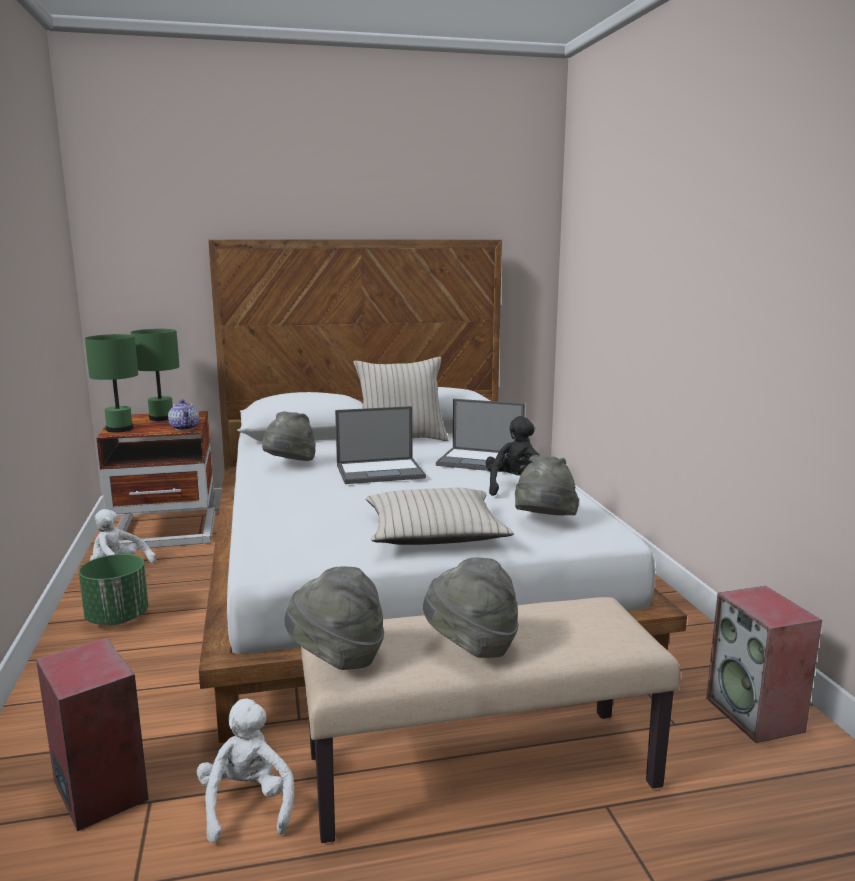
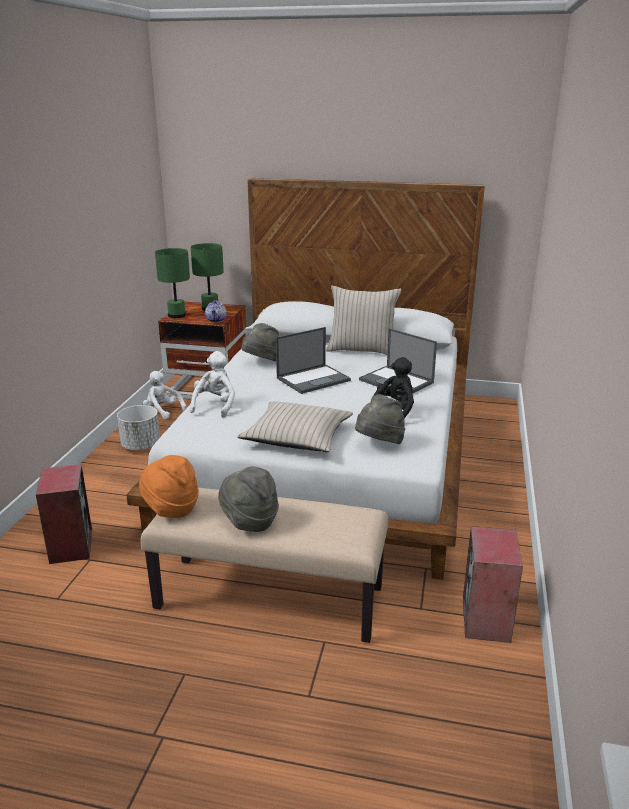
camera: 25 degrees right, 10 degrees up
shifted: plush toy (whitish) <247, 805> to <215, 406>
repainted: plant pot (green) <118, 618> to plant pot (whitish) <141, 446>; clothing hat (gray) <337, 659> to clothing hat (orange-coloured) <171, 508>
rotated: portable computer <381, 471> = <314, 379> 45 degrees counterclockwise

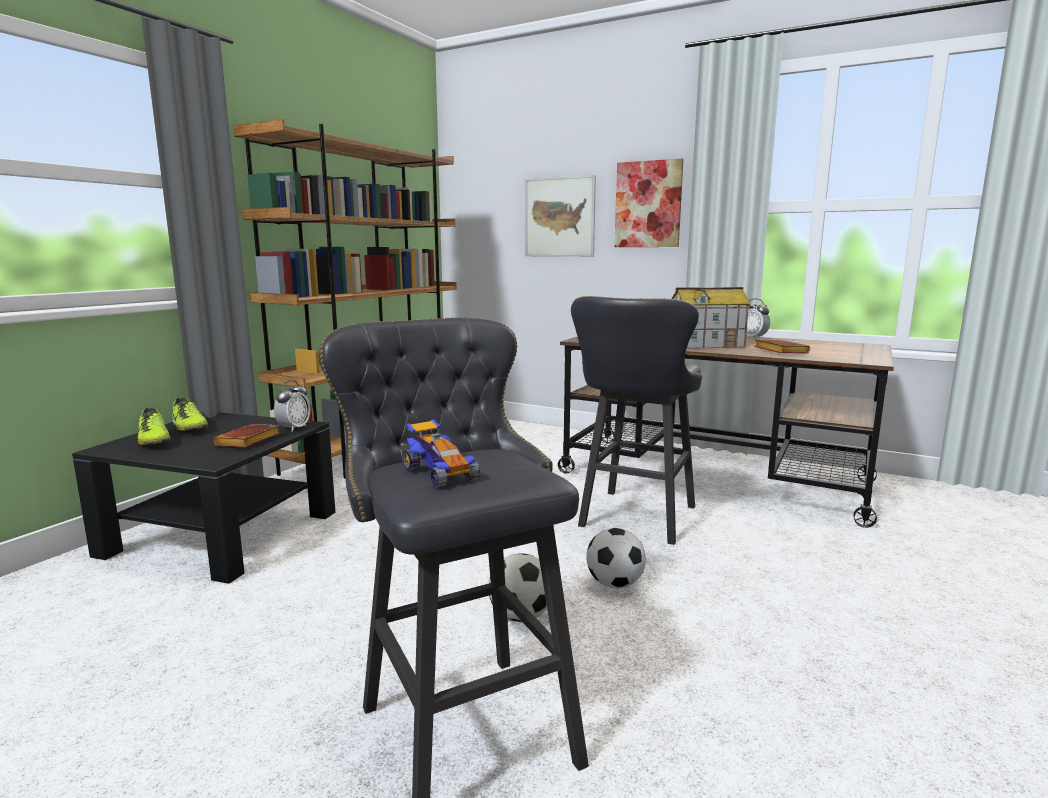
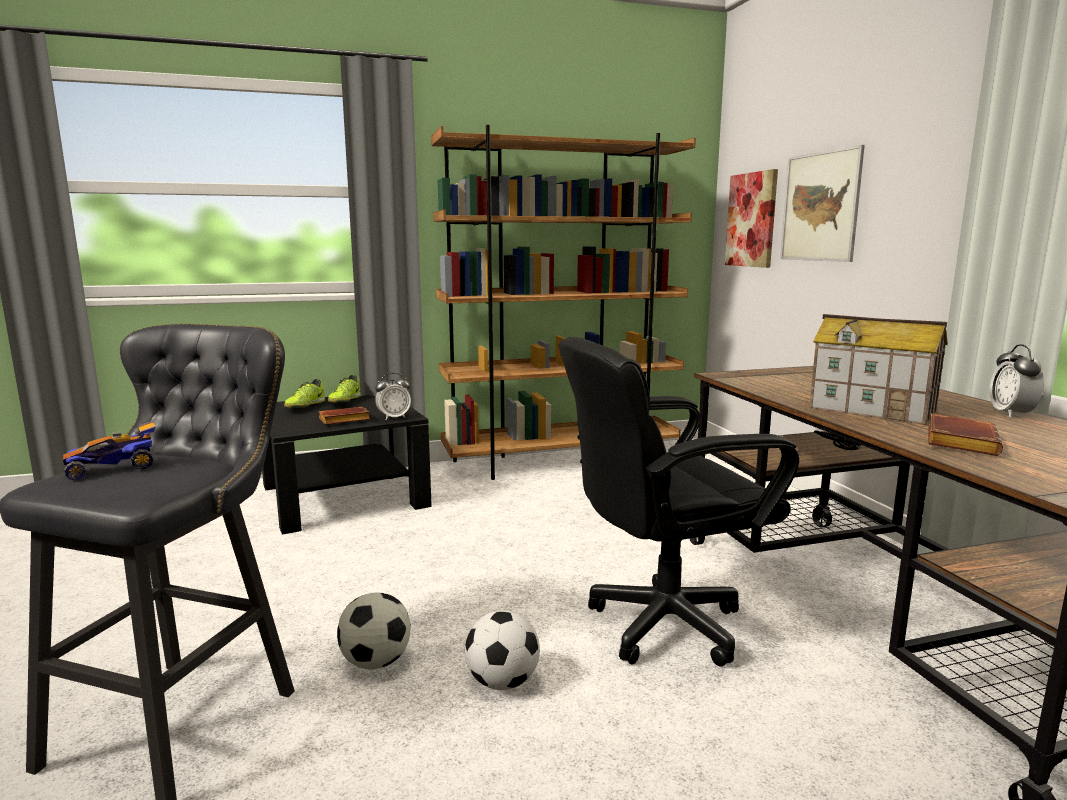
camera: 45 degrees right, 0 degrees up
shifted: wall picture <648, 204> to <751, 220>
swapped: sitting stool (black-coloured) <634, 522> to desk chair (black-coloured) <658, 629>
rotated: toy car <439, 473> = <114, 468> 45 degrees clockwise

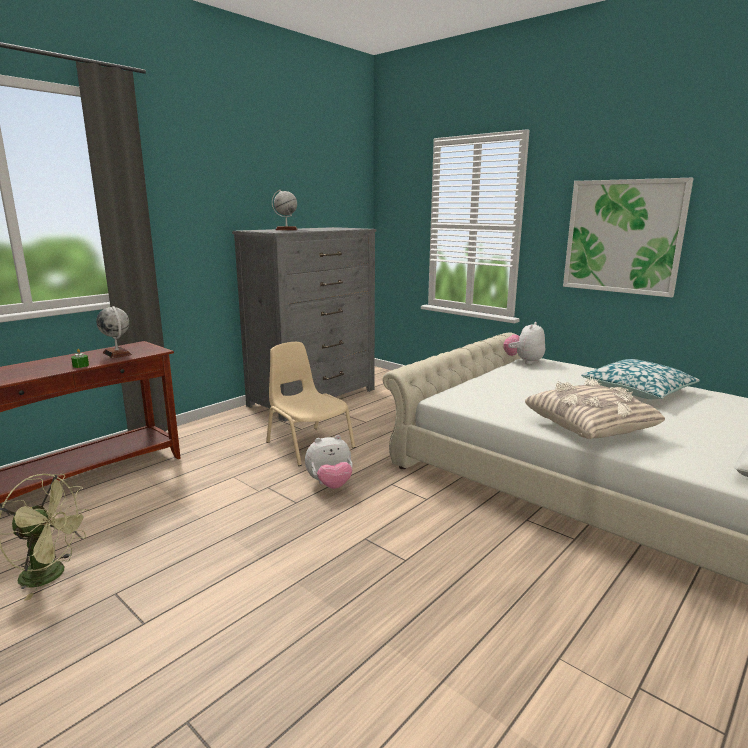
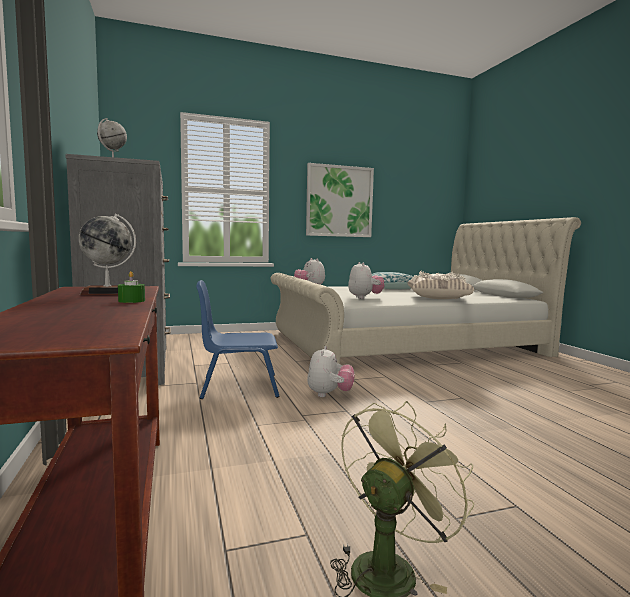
camera: 60 degrees left, 10 degrees down
new: plush toy <364, 297>
repainted: chair (sand-coloured) <308, 445> to chair (blue-coloured) <238, 386>

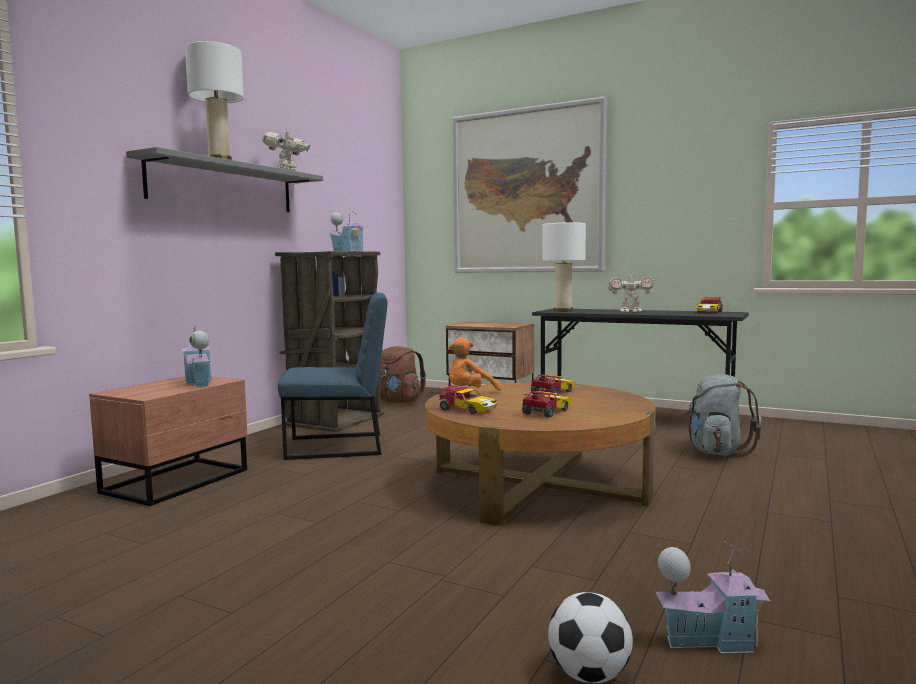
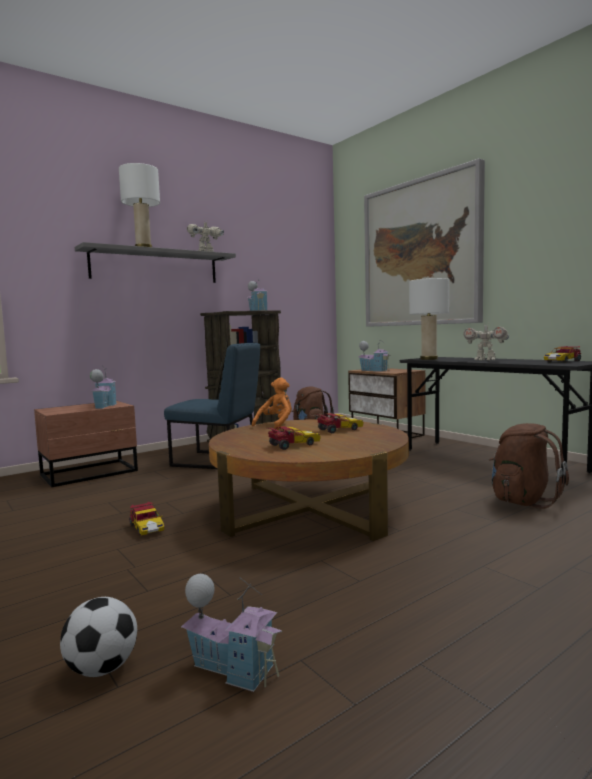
camera: 25 degrees right, 0 degrees up
new: model house <374, 370>
shifted: toy car <466, 410> to <147, 527>
repainted: knapsack (gray) <716, 451> to knapsack (brown) <522, 501>
rotated: plush toy (orange-coloured) <470, 393> = <276, 425> 135 degrees clockwise

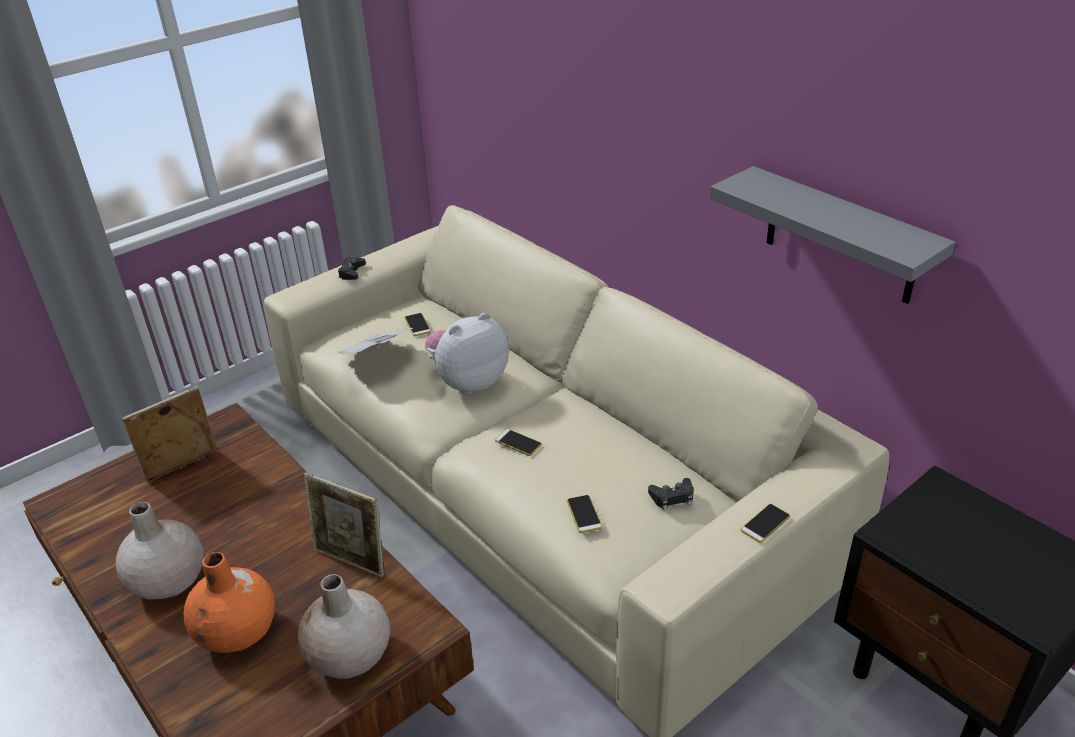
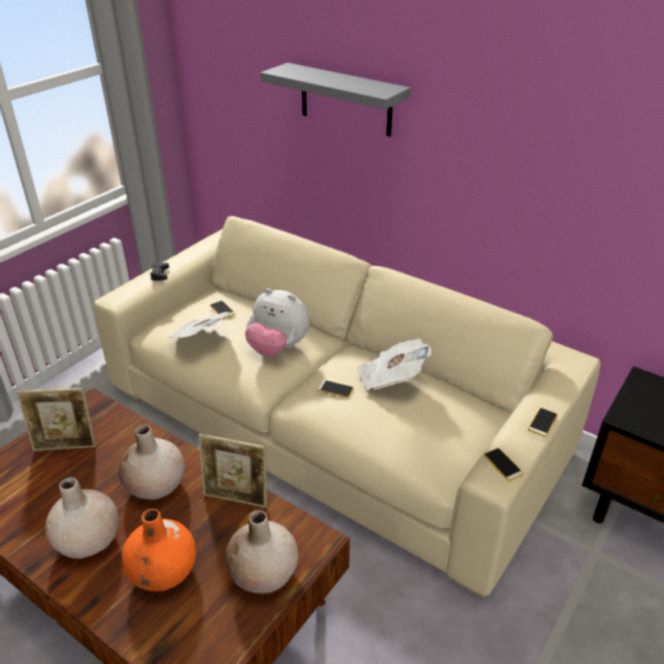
camera: 15 degrees left, 0 degrees up
gone: game controller (black-coloured) <672, 497>
new: decorative vase (sand-coloured) <155, 485>; newspaper <390, 379>
shifted: telephone <584, 514> to <503, 465>; bracket shelf (gray) <840, 236> to <345, 100>
rotated: picture frame <183, 468> = <66, 446> 135 degrees counterclockwise; plush toy <468, 381> = <278, 348> 105 degrees counterclockwise

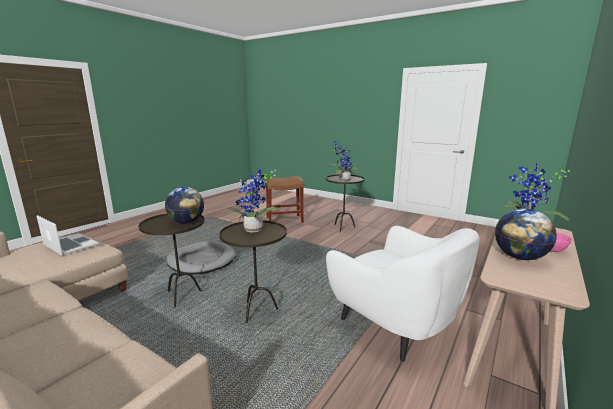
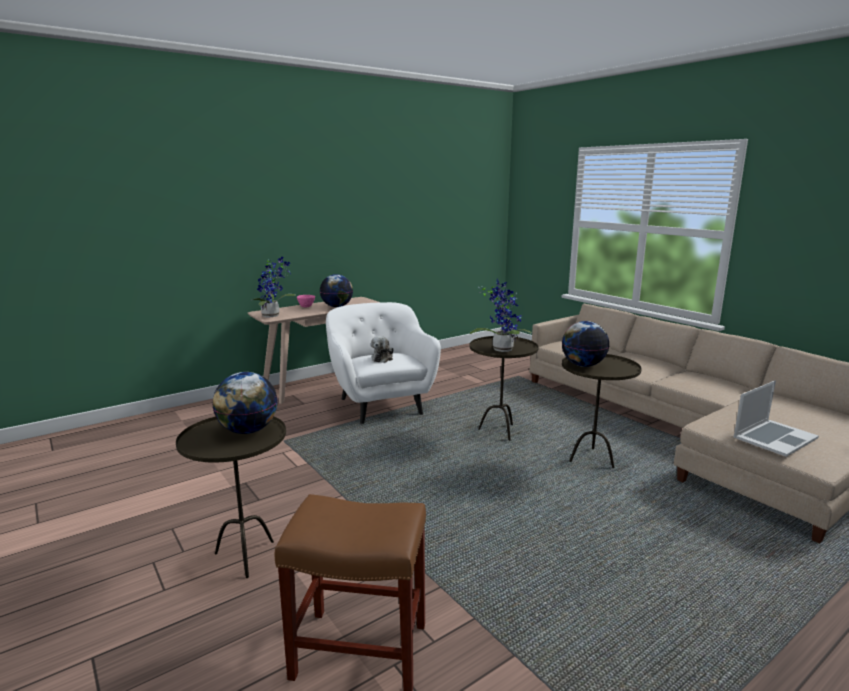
camera: 160 degrees left, 0 degrees up
gone: dog bed (gray) <201, 260>
new: plush toy <383, 358>
swapped: potted plant <343, 180> to globe <247, 431>
rotated: portable computer <70, 244> = <774, 437> 90 degrees counterclockwise

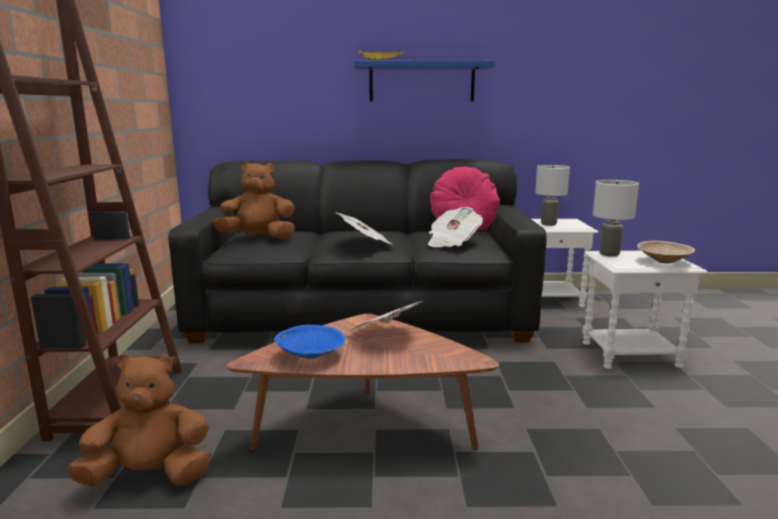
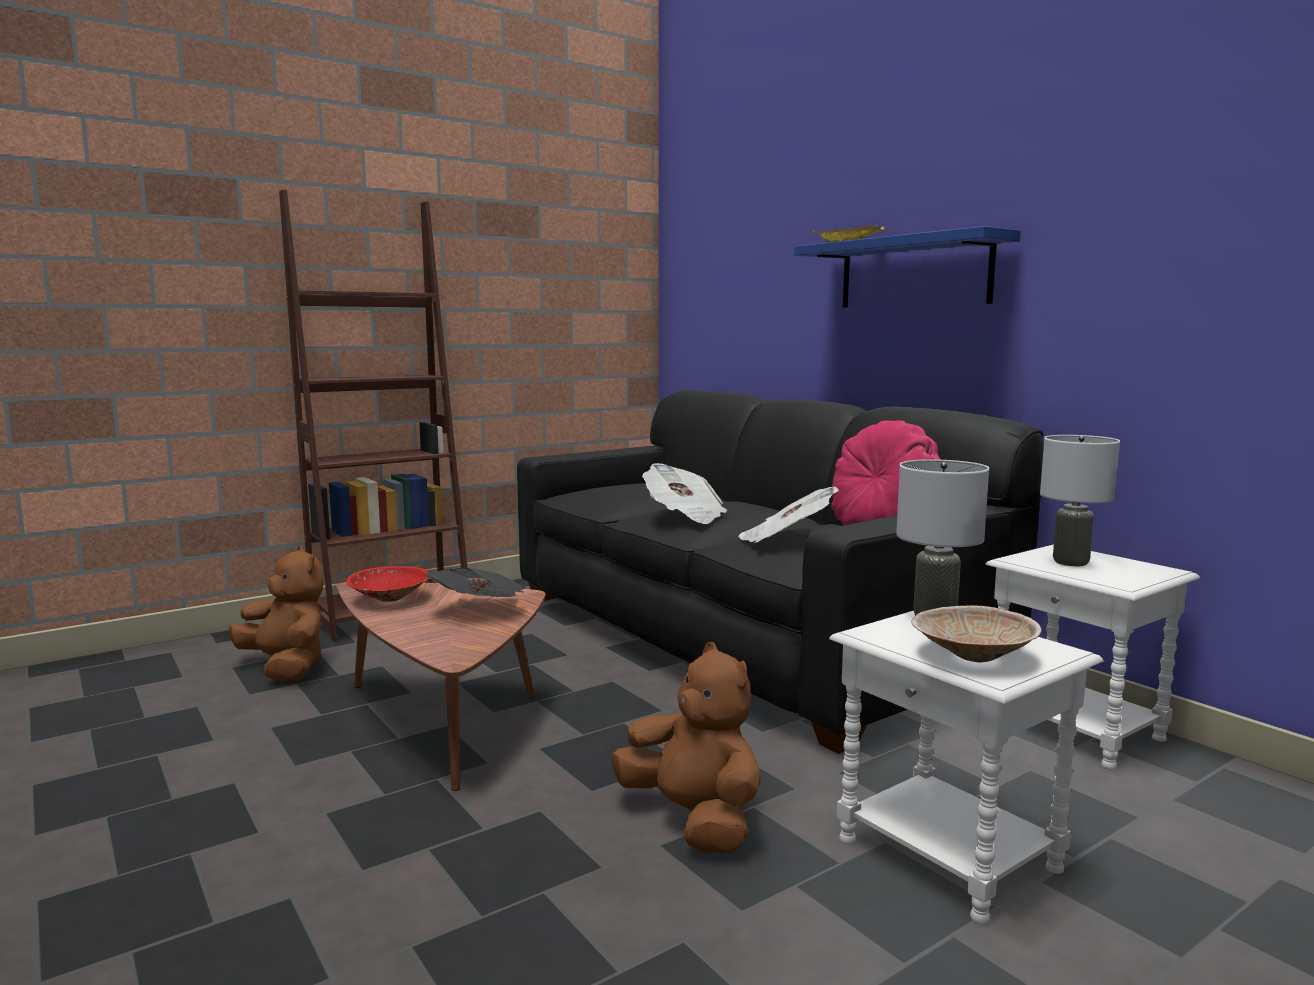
camera: 55 degrees right, 5 degrees down
shifted: plush toy (brown) <258, 238> to <693, 820>
repainted: serving bowl (blue-coloured) <311, 356> to serving bowl (reddish) <389, 600>

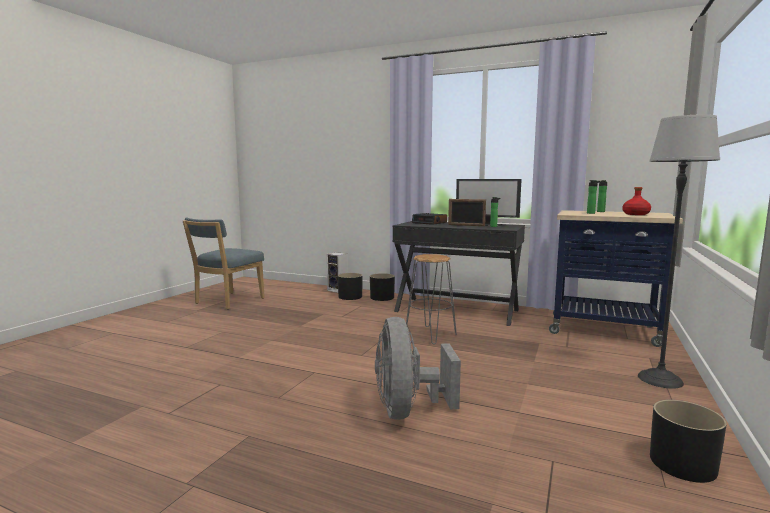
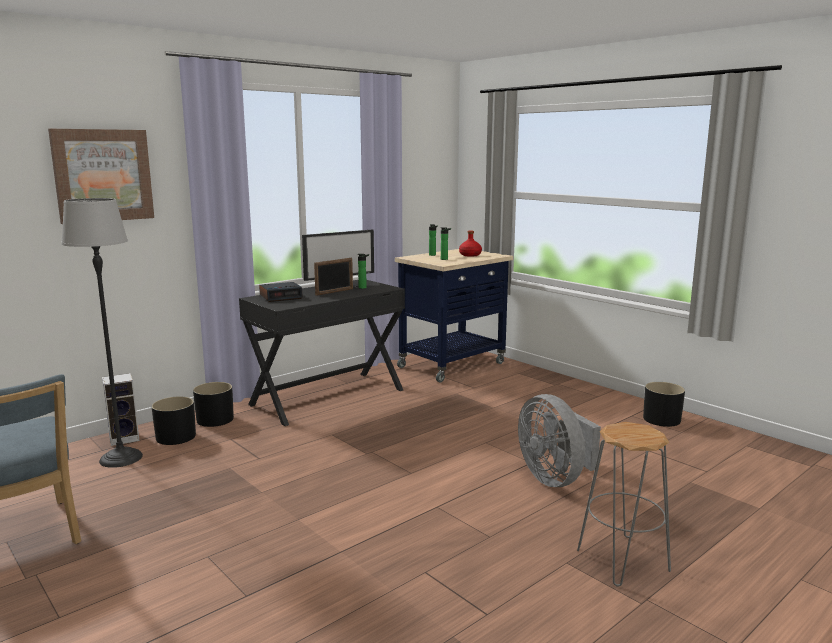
camera: 65 degrees left, 5 degrees up
new: wall picture <103, 175>
shifted: sitting stool (gray) <430, 335> to <622, 560>; standard lamp <660, 379> to <121, 458>
rotated: fan (gray) <408, 410> = <555, 478> 45 degrees clockwise

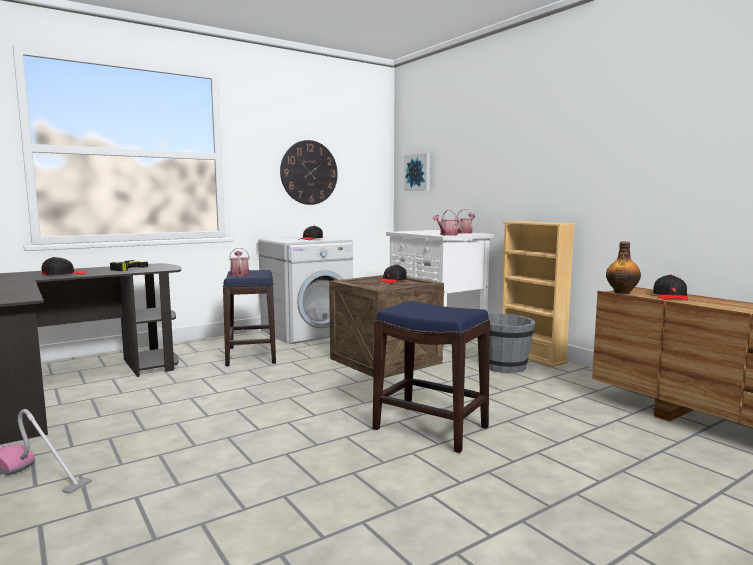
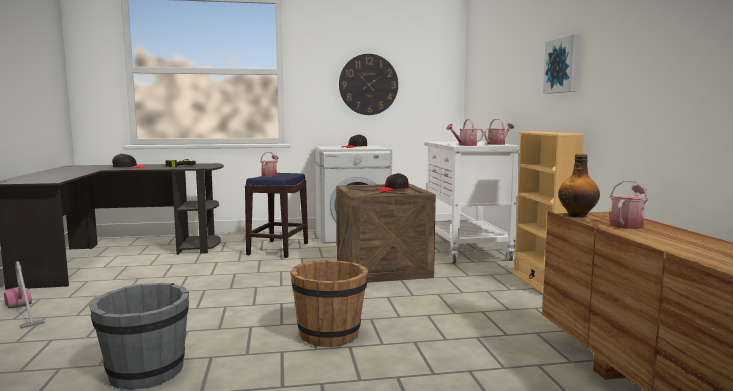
camera: 25 degrees right, 0 degrees up
shifted: wall picture <418, 172> to <563, 65>; water bucket (gray) <504, 367> to <146, 373>
swapped: sitting stool <431, 428> to water bucket (brown) <330, 334>; cap (black-coloured) <671, 296> to watering pot <627, 225>

